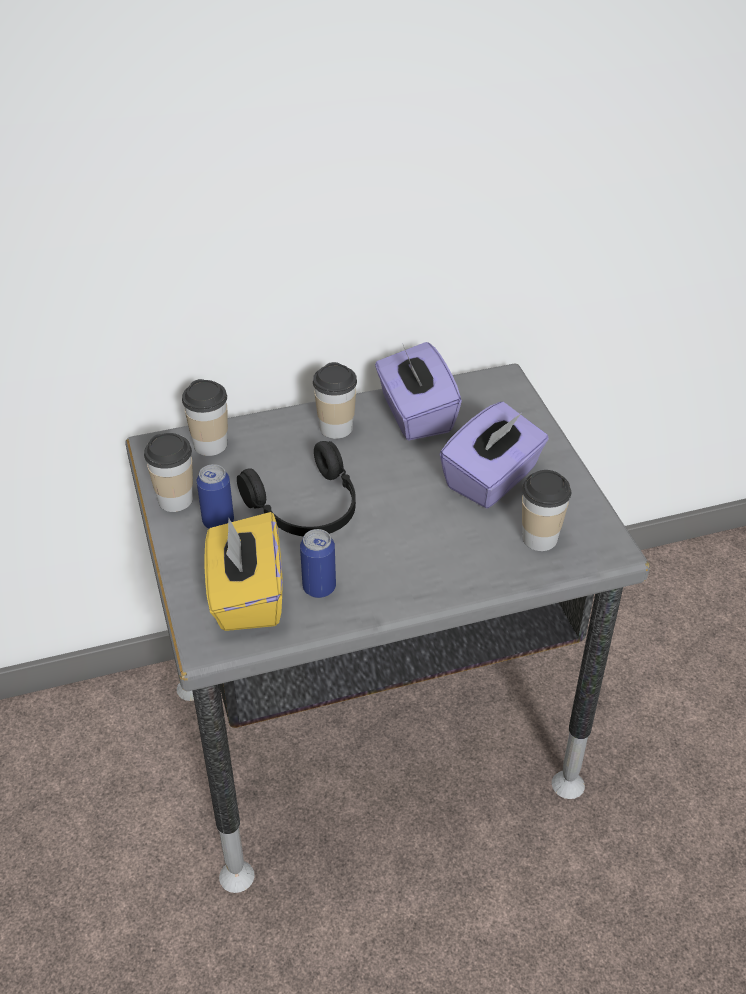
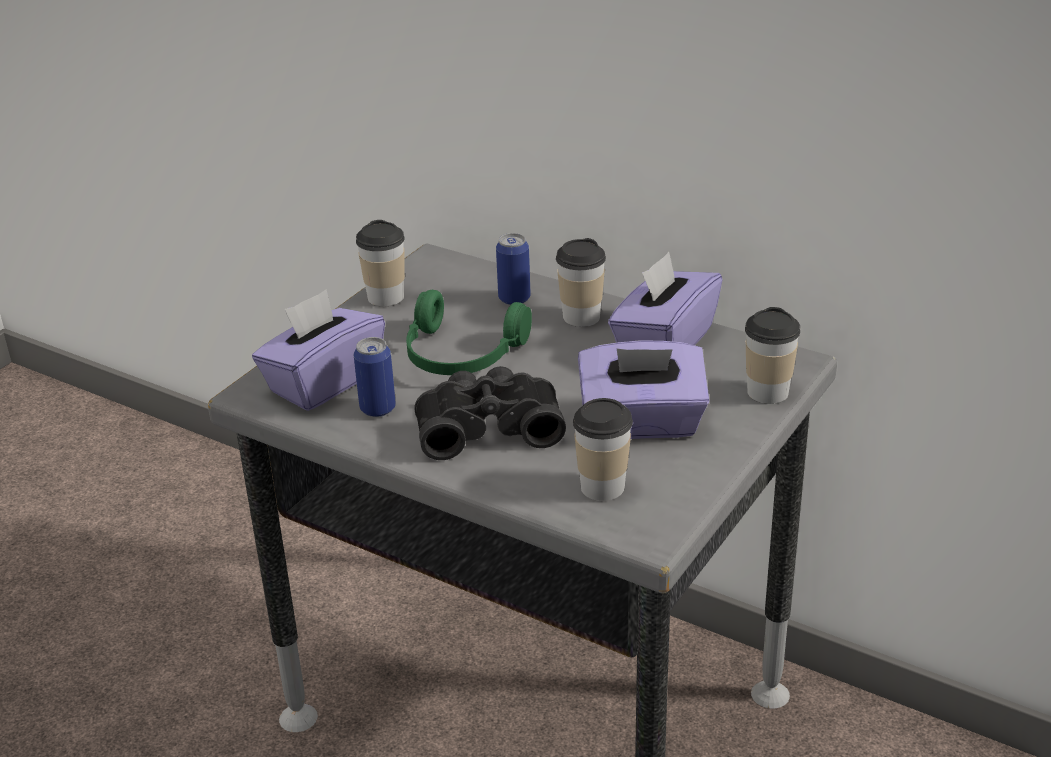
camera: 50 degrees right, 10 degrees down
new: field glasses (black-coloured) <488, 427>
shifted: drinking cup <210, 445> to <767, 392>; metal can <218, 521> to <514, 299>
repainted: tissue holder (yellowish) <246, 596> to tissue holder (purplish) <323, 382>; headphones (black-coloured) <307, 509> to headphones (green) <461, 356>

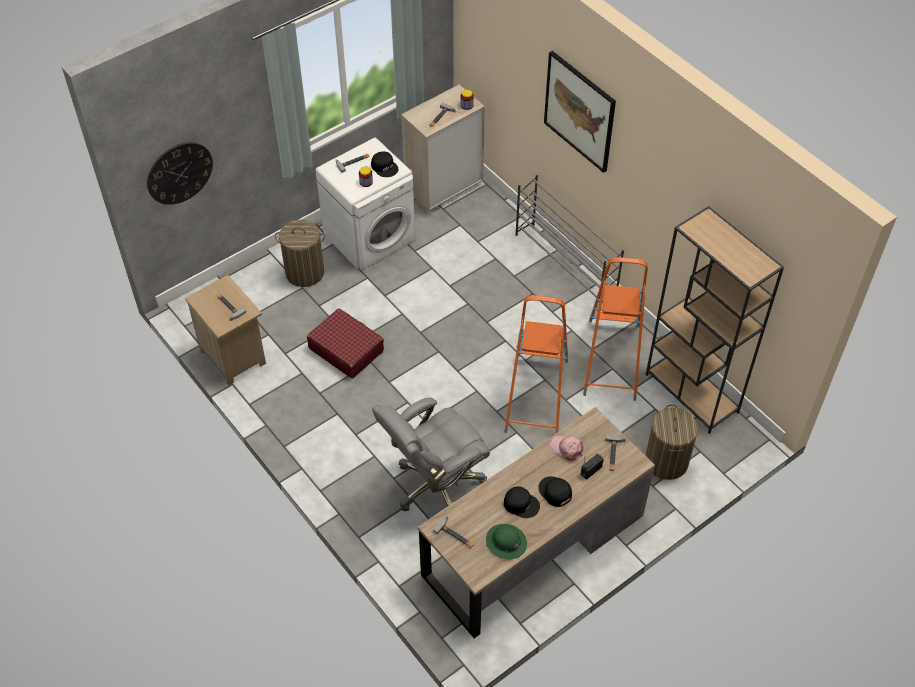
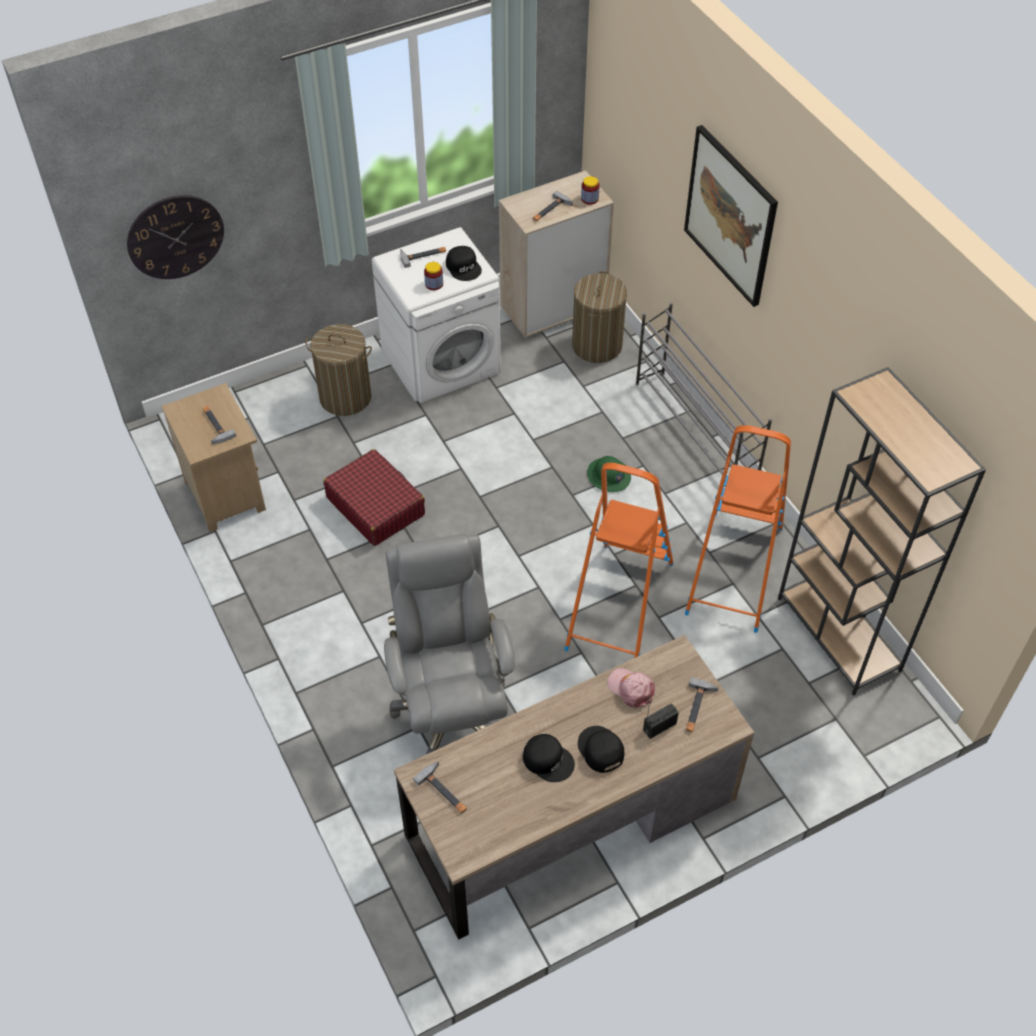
camera: 10 degrees right, 0 degrees up
shifted: work helmet (green) <506, 542> to <608, 476>; washing basket <666, 461> to <597, 345>
rotated: desk chair (gray) <434, 486> = <452, 711> 105 degrees clockwise

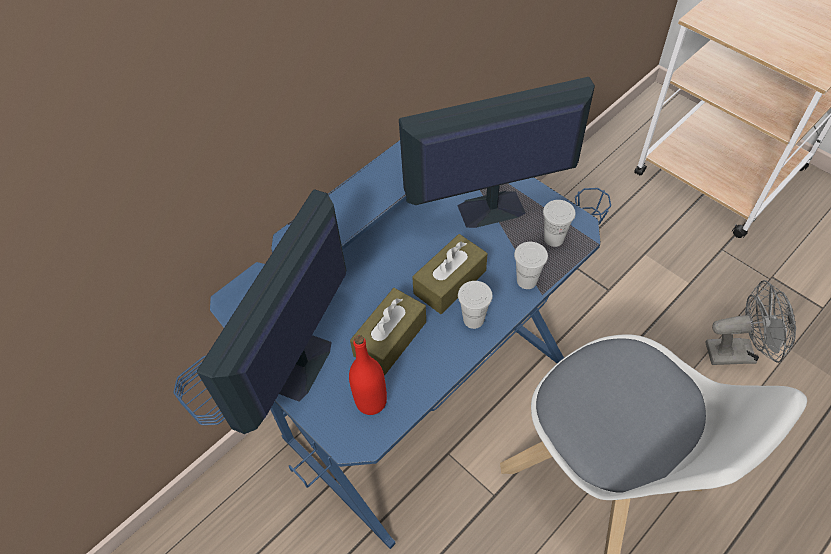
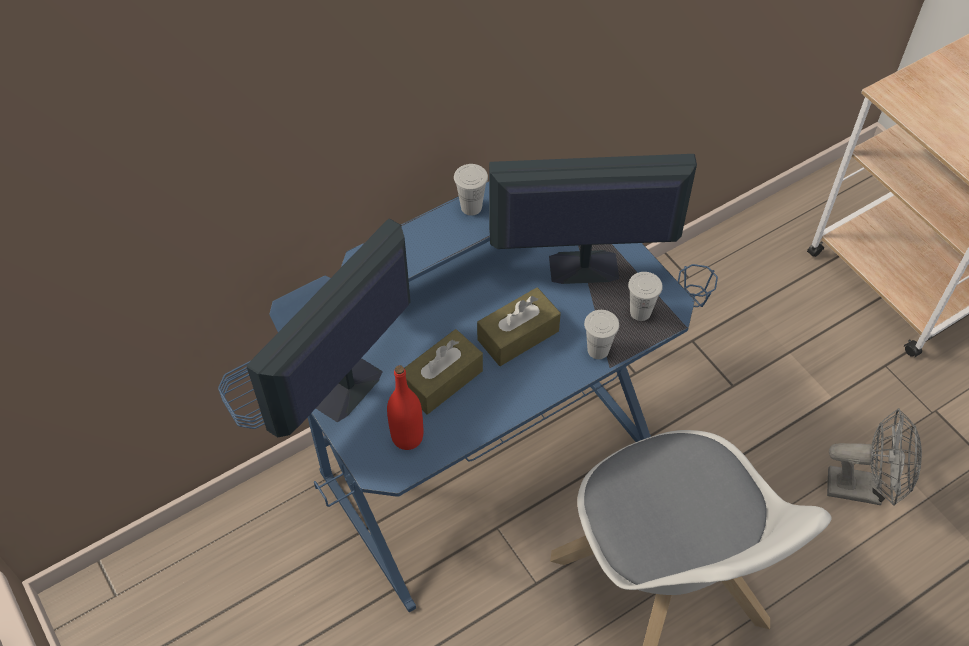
camera: 10 degrees right, 0 degrees up
shifted: drinking cup (whitish) <473, 319> to <471, 207>

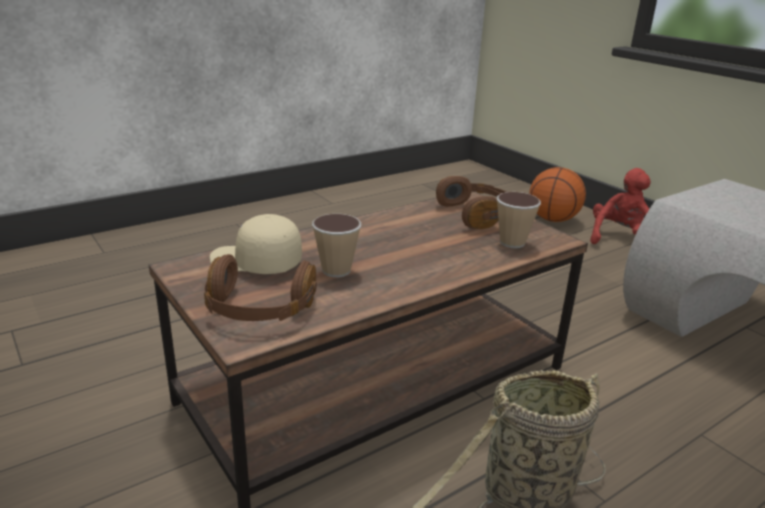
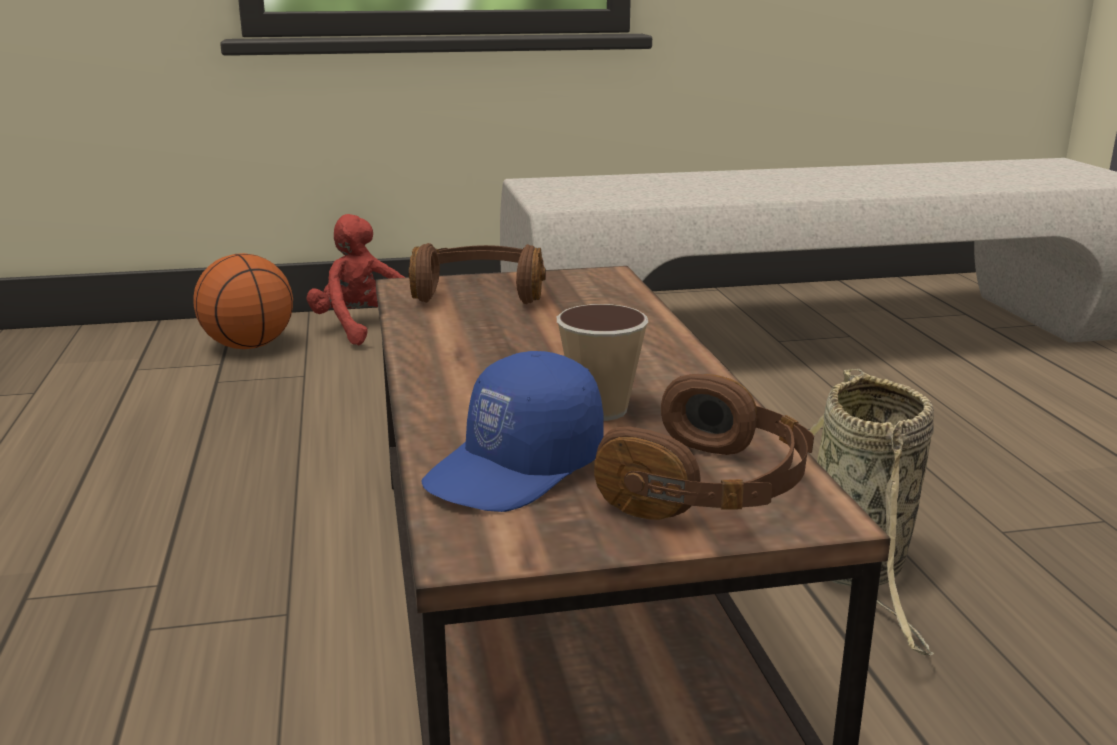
camera: 65 degrees left, 5 degrees down
gone: drinking cup <512, 242>
repainted: cap (sand-coloured) <255, 263> to cap (blue-coloured) <516, 470>

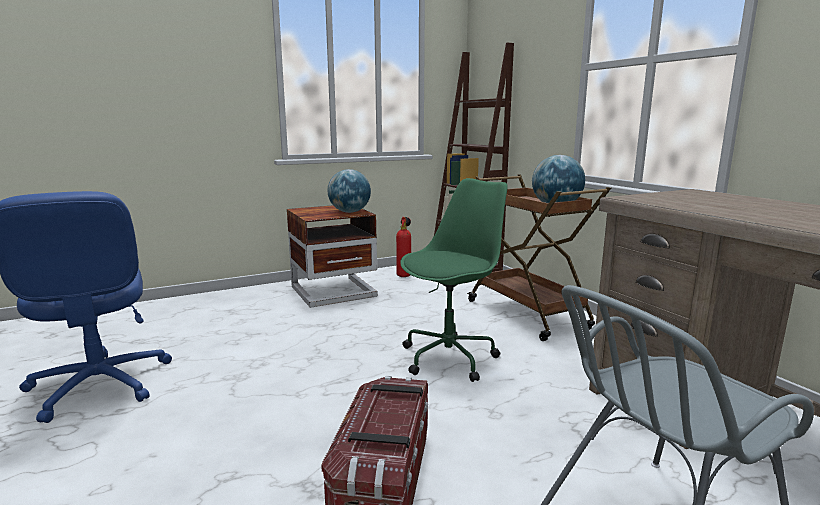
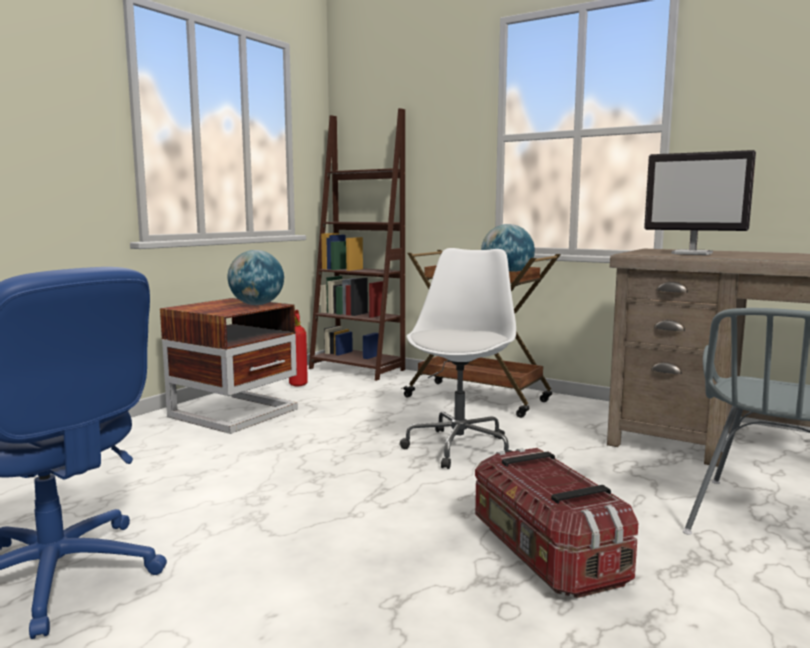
camera: 30 degrees left, 5 degrees down
new: computer screen <693, 253>
repainted: desk chair (green) <450, 357> to desk chair (whitish) <460, 447>

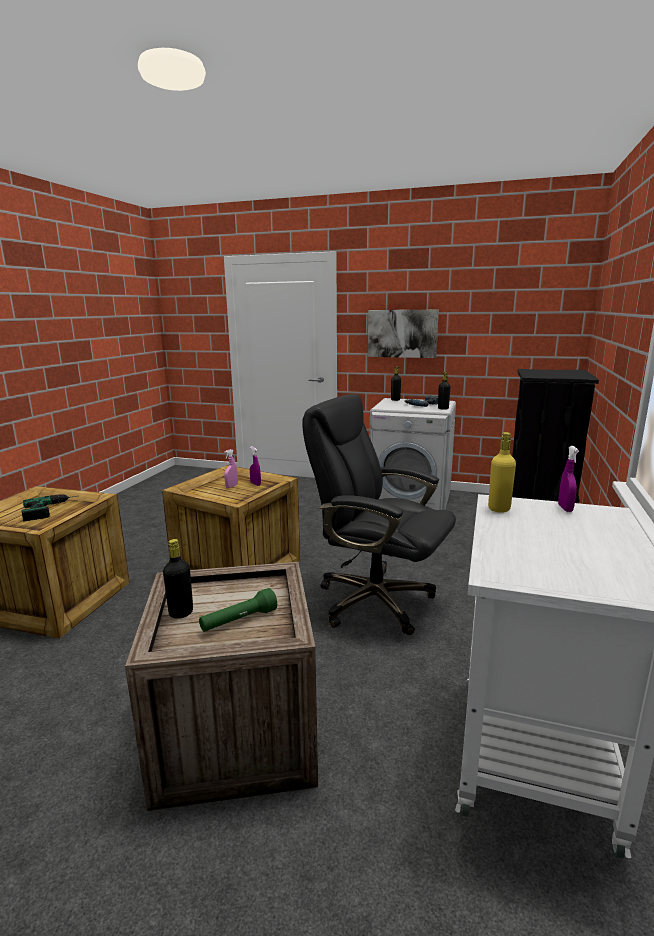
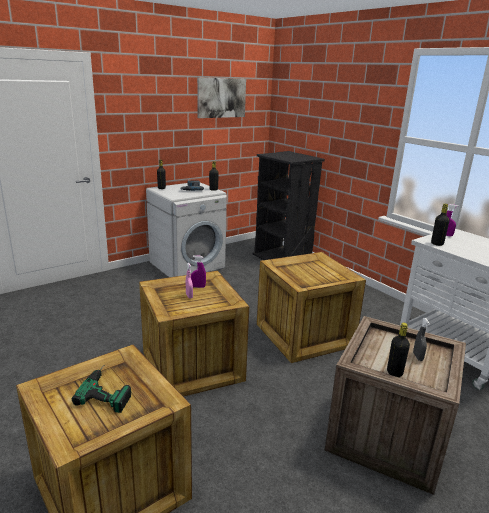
camera: 55 degrees left, 5 degrees up
shifted: wall picture <402, 333> to <221, 98>
swapped: flashlight (green) <239, 621> to hand sprayer (gray) <418, 357>; desk chair (black-coloured) <378, 602> to shipping crate <302, 334>
repainted: bottle (yellowish) <499, 509> to bottle (black-coloured) <437, 244>

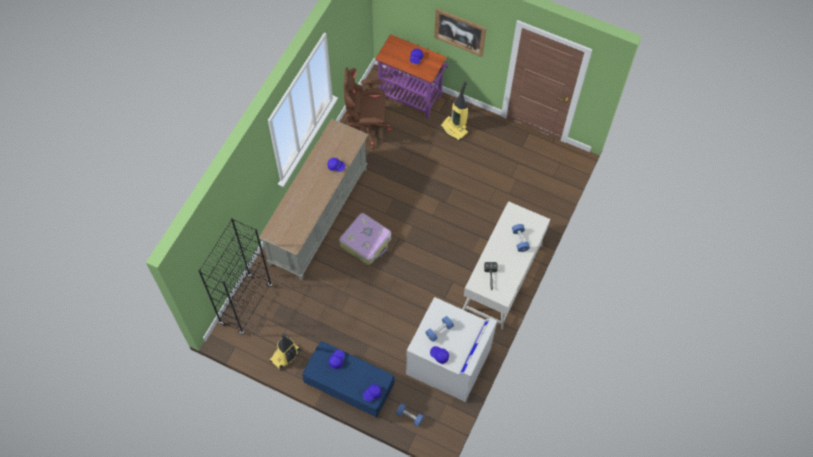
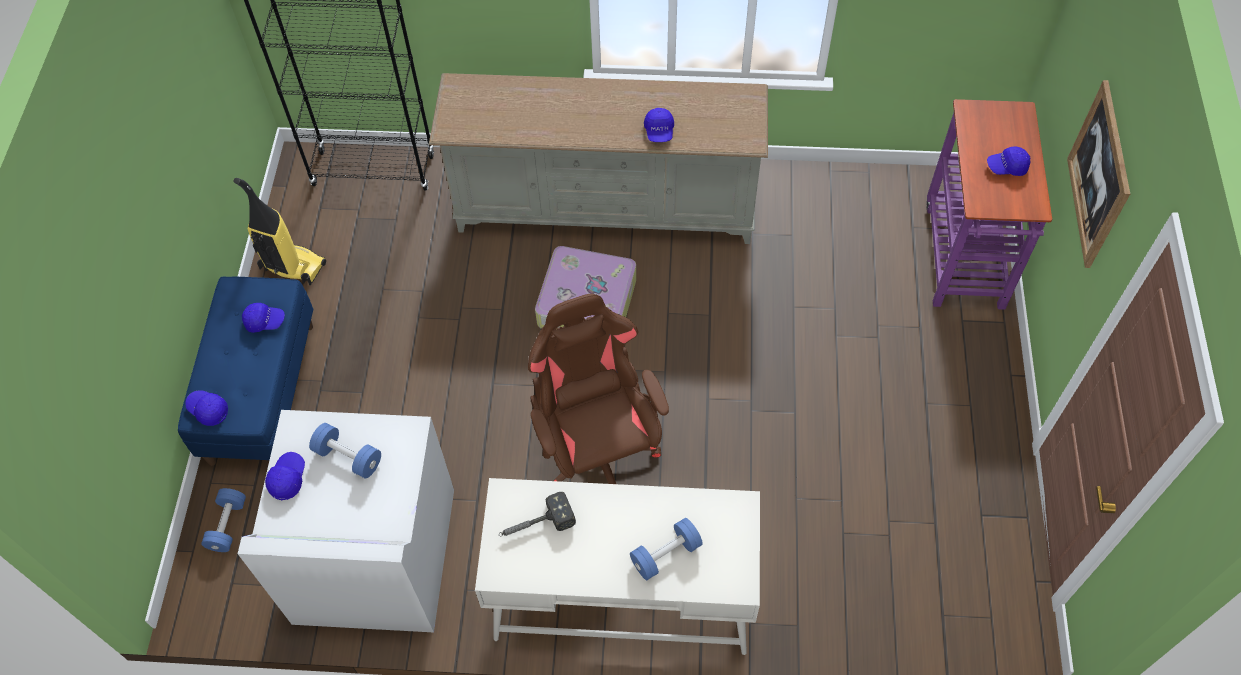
camera: 70 degrees right, 5 degrees down
gone: hoover <455, 129>
shifted: desk chair (brown) <366, 128> to <599, 458>

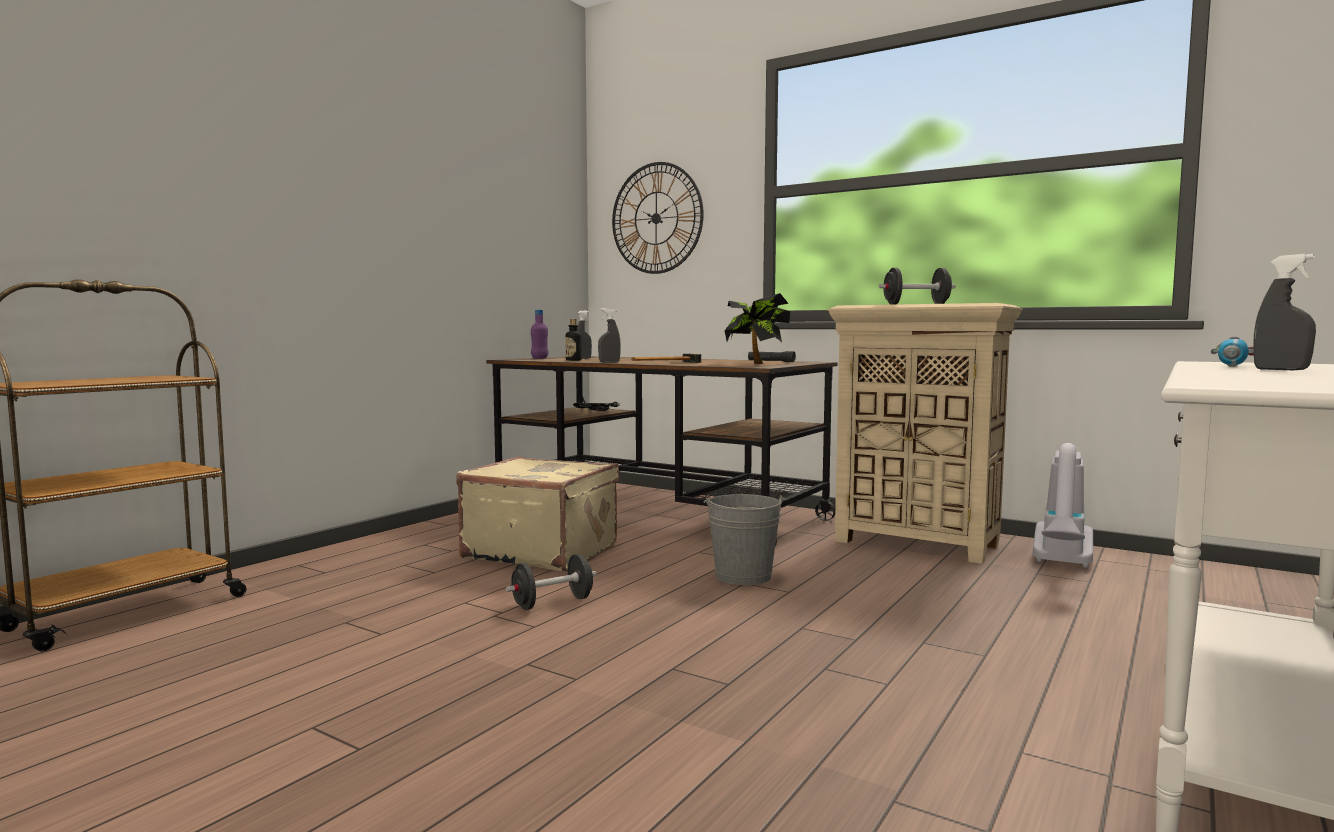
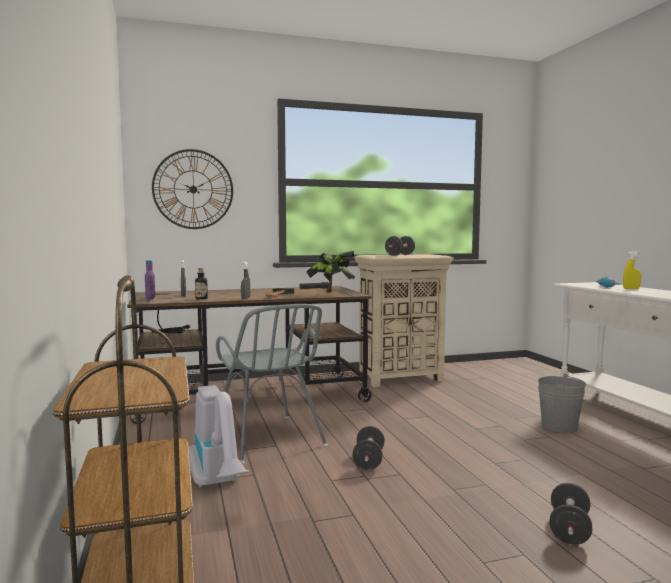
camera: 50 degrees left, 0 degrees up
new: free weight (black-coloured) <569, 530>
shifted: water bucket (gray) <743, 576> to <559, 426>; hoover <1062, 566> to <218, 484>
swapped: travel case (sand-coloured) <542, 552> to chair (gray) <270, 439>
repainted: hand sprayer (gray) <1281, 370> to hand sprayer (yellowish) <631, 289>

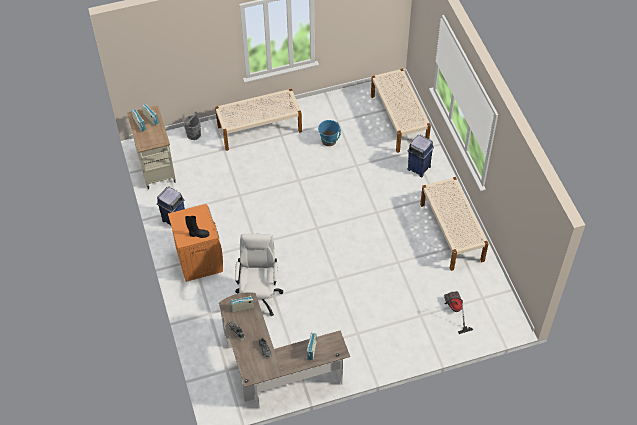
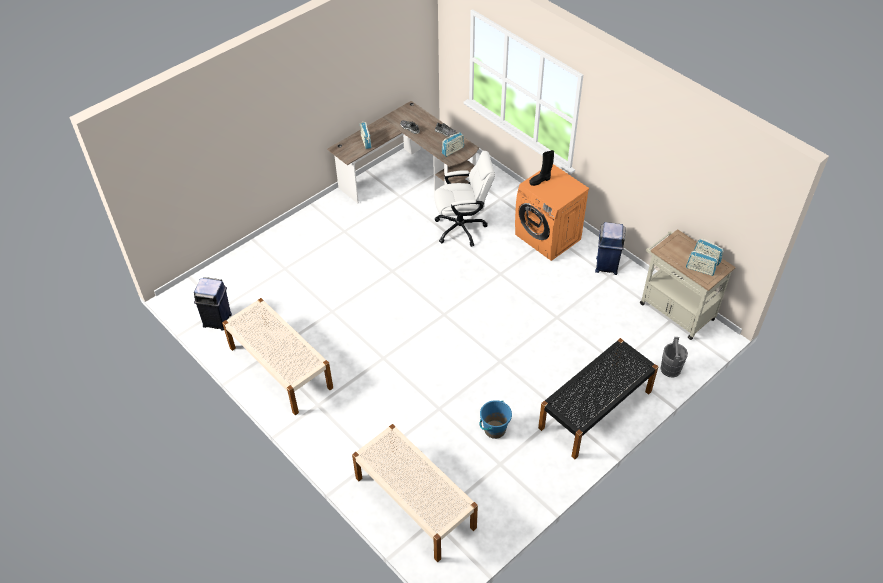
camera: 155 degrees right, 5 degrees down
gone: hoover <454, 310>
shifted: rubbish bin (blue-coloured) <418, 168> to <218, 320>
repainted: long seat (sand-coloured) <259, 129> to long seat (black-coloured) <596, 410>
rotated: desk chair (whitish) <259, 296> = <463, 228> 75 degrees counterclockwise

